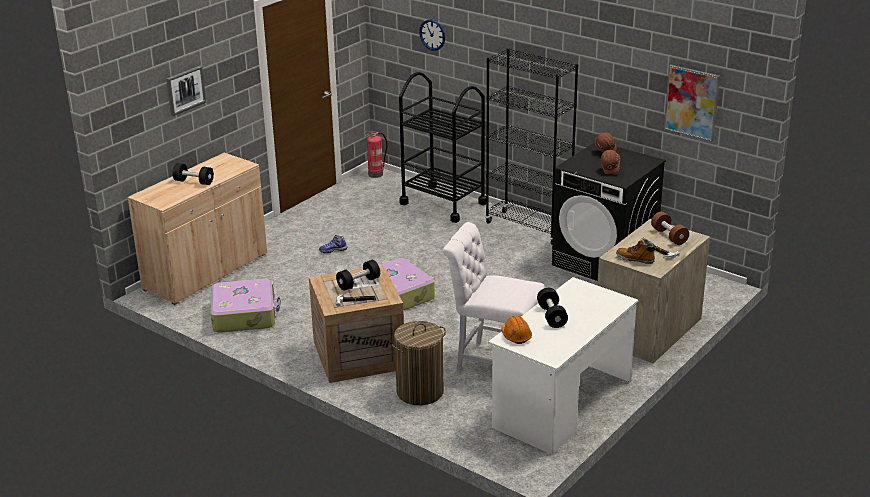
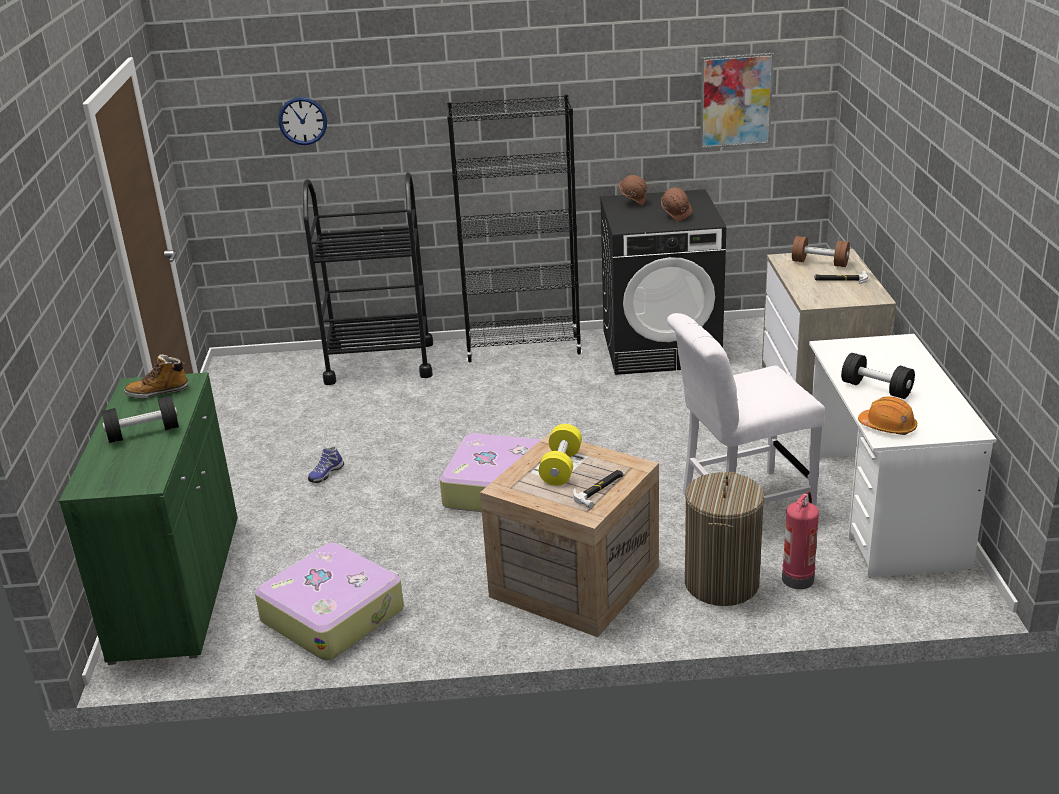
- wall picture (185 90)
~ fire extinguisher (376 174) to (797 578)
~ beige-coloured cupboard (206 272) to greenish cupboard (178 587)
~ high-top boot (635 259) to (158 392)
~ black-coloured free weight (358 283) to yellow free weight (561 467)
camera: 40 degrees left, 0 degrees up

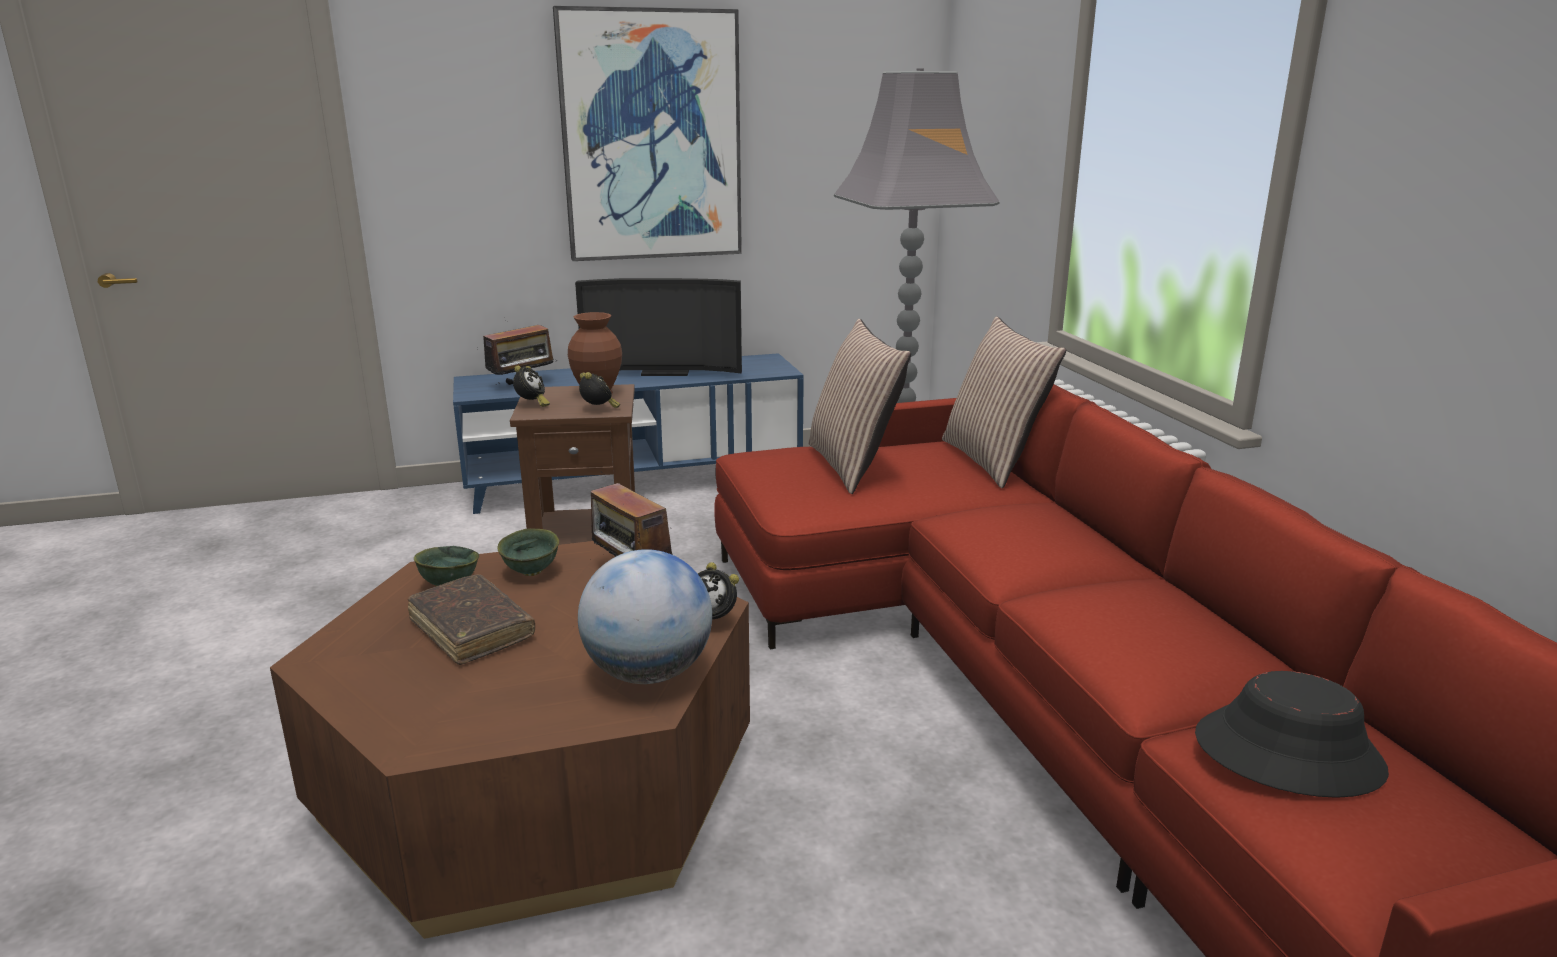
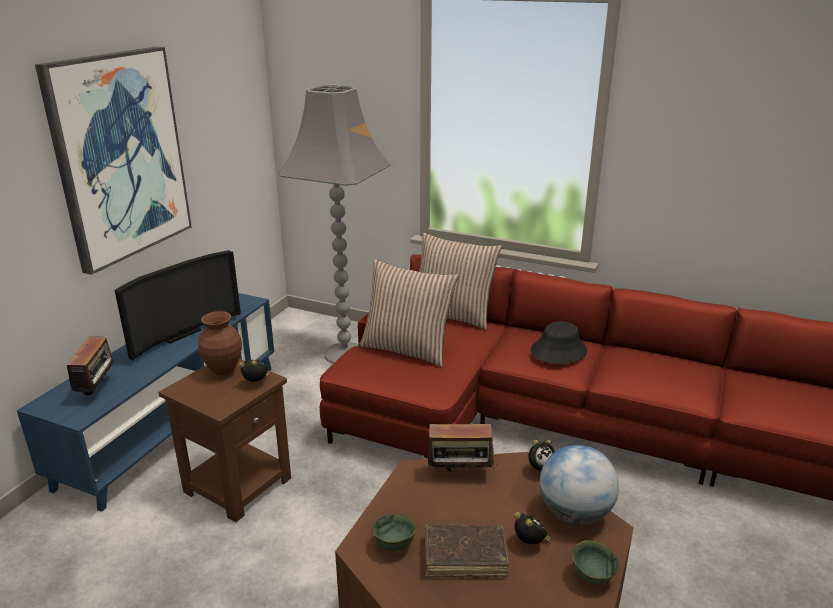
~ alarm clock (532 404) to (531 544)
~ greenish serving bowl (532 572) to (592 576)
~ black-coloured wearable hat (1288 753) to (558 351)
camera: 50 degrees left, 5 degrees up

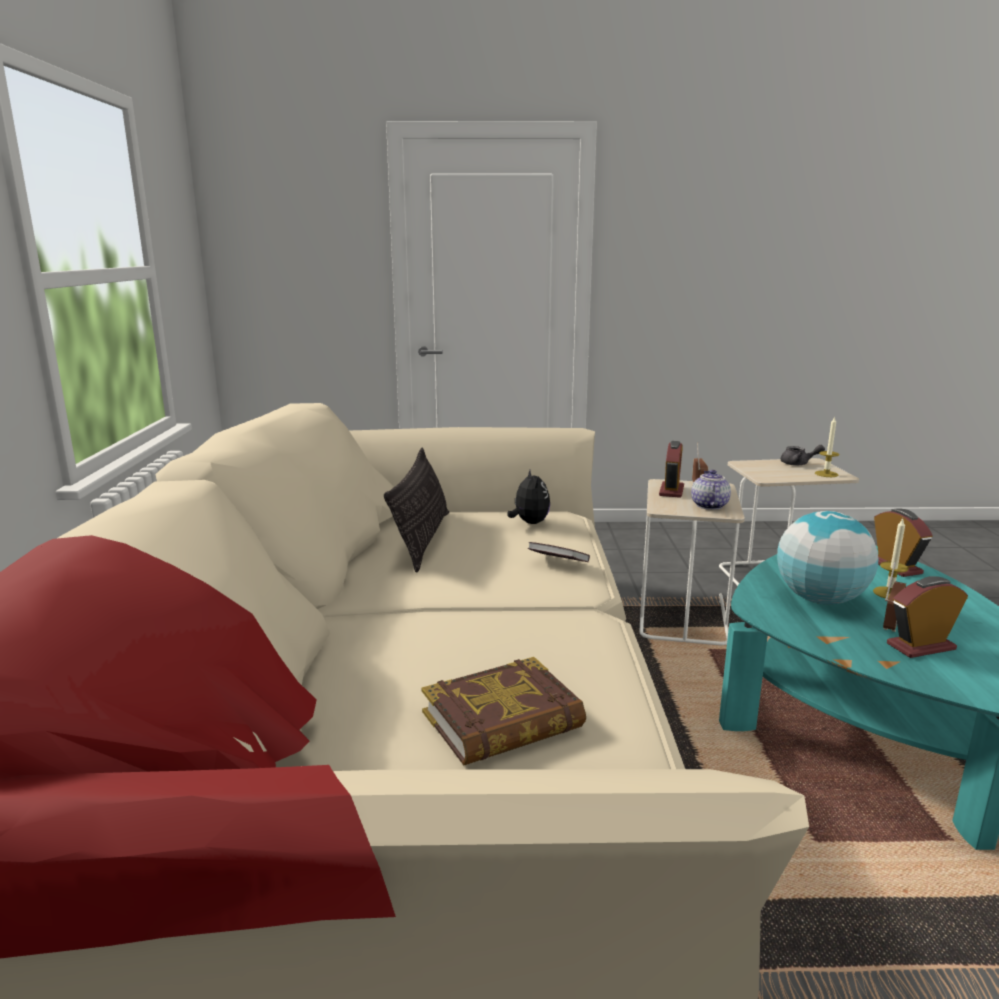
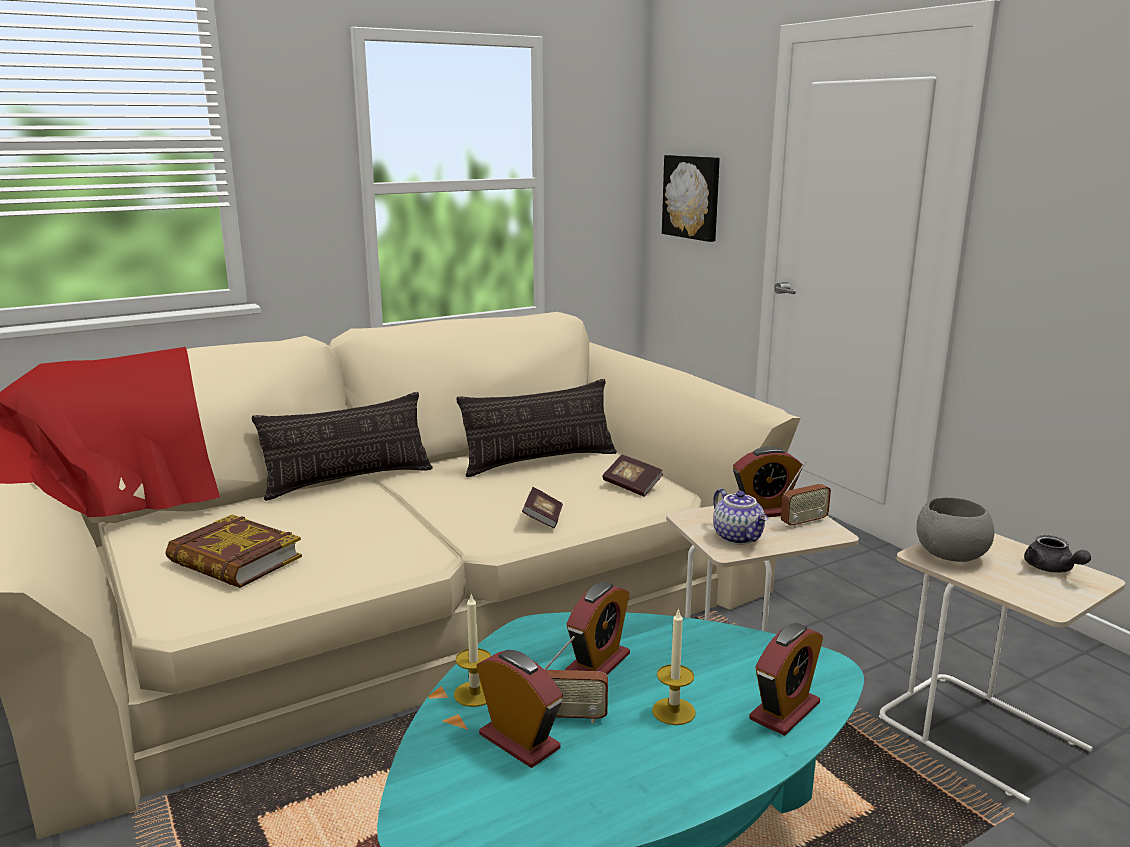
~ wax light (826 474) to (474 694)
~ plush toy (529 523) to book (632 486)
~ teapot (708 505) = (739 537) 90 degrees clockwise
~ desk globe (819 600) to alarm clock (598 664)
+ wall picture (692 197)
+ throw pillow (348 480)
+ greyish serving bowl (950 554)
camera: 60 degrees right, 0 degrees up

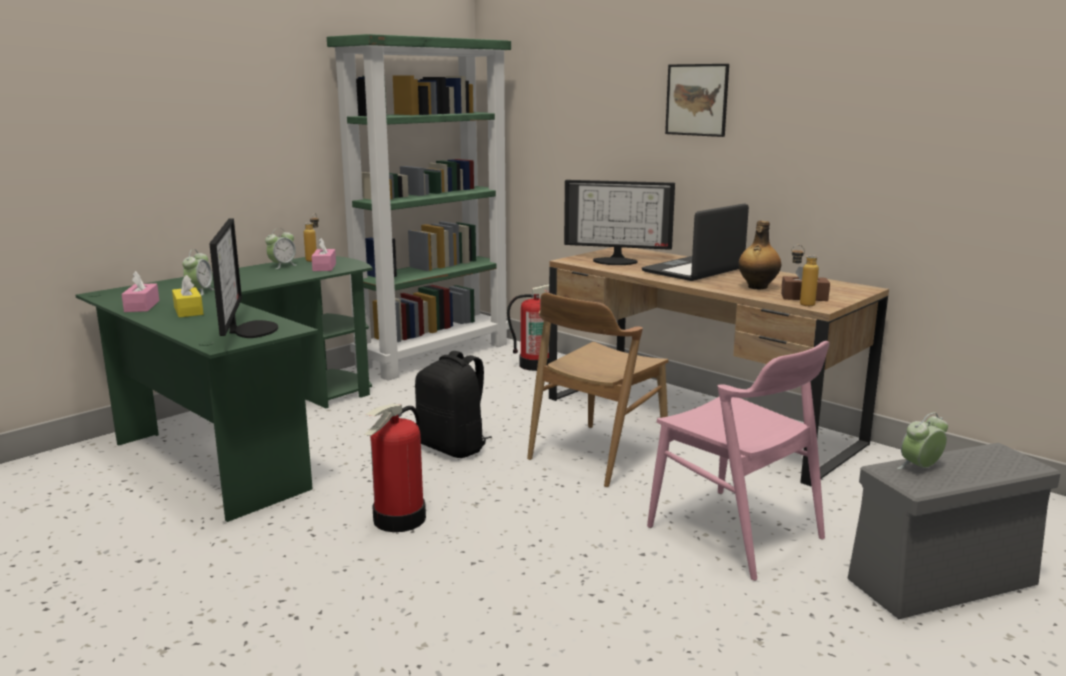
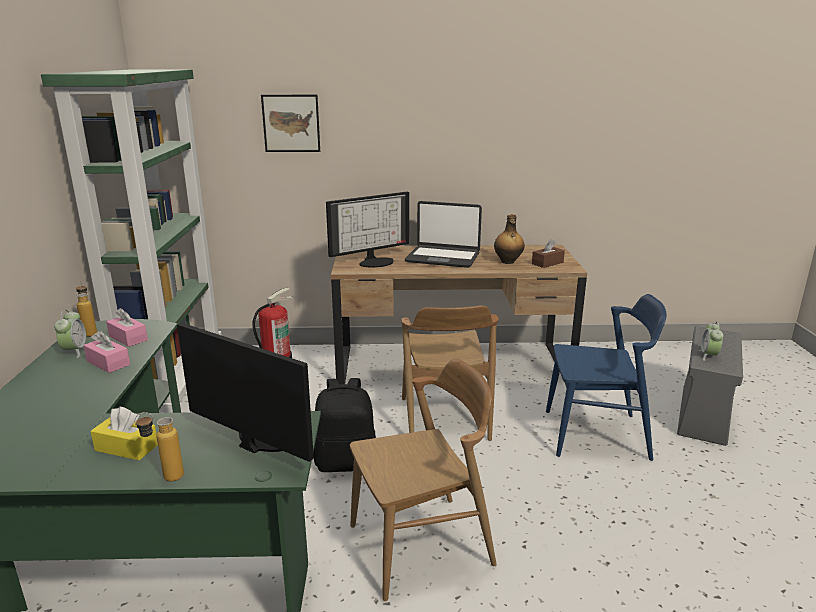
~ wall picture (697 100) to (291 123)
~ laptop (694 271) = (443 258) 75 degrees counterclockwise
~ drink bottle (800 304) to (165 478)
- alarm clock (200 292)
~ pink box of tissues (142 306) to (108 363)
~ pink plain chair (735 533) to blue plain chair (596 435)
~ fire extinguisher (400 519) to brown plain chair (421 545)
camera: 45 degrees left, 5 degrees up

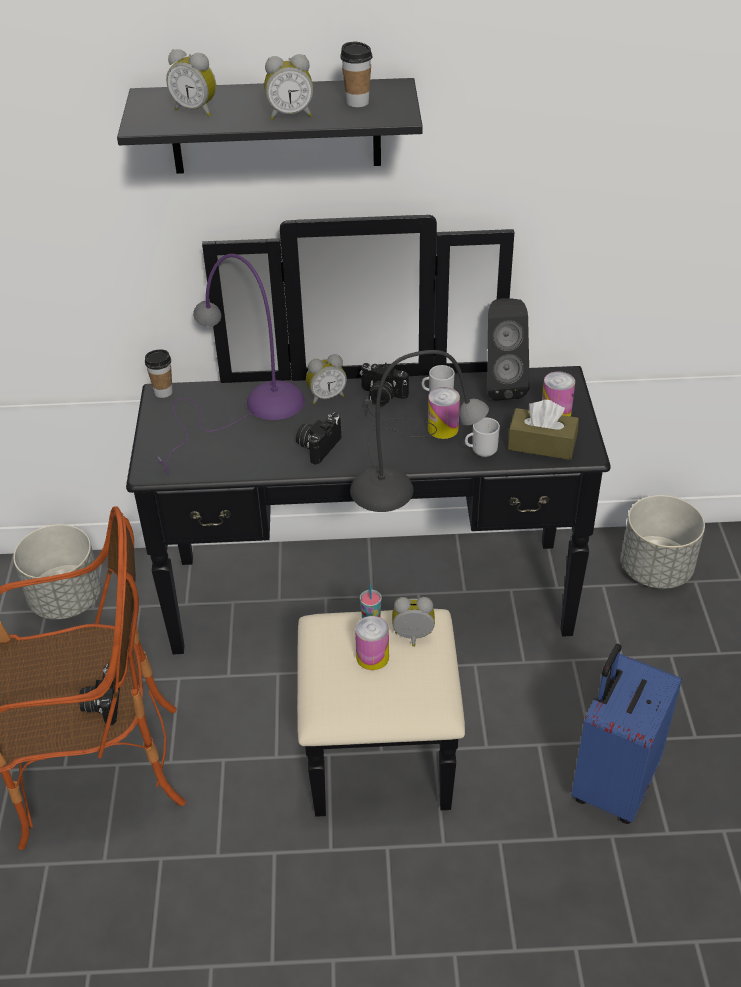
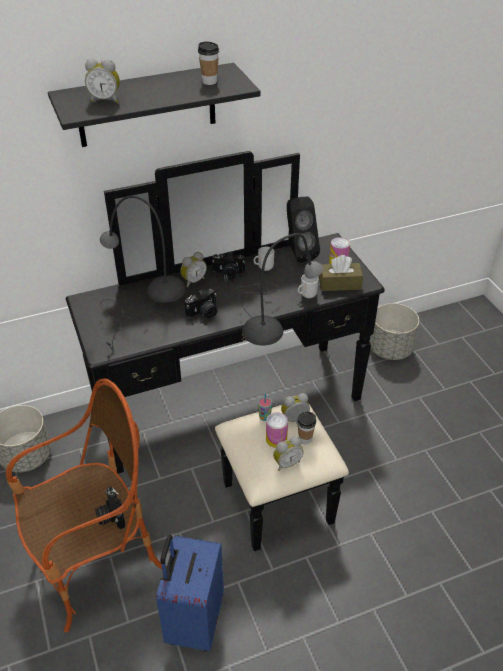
~ alarm clock (290 115) to (286 463)
~ purplish tabletop lamp (242 418) to greyish tabletop lamp (145 305)
~ drinking cup (163 392) to (305 439)
- can (443 429)
~ still camera (318 446) = (204 313) 135 degrees counterclockwise
~ blue travel case (612 783) to (193 621)
camera: 20 degrees left, 0 degrees up

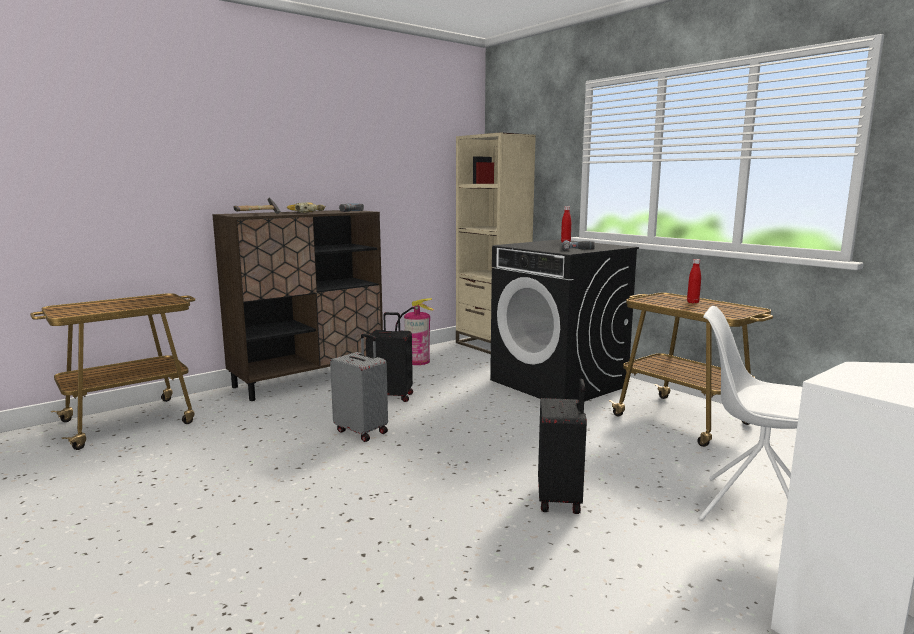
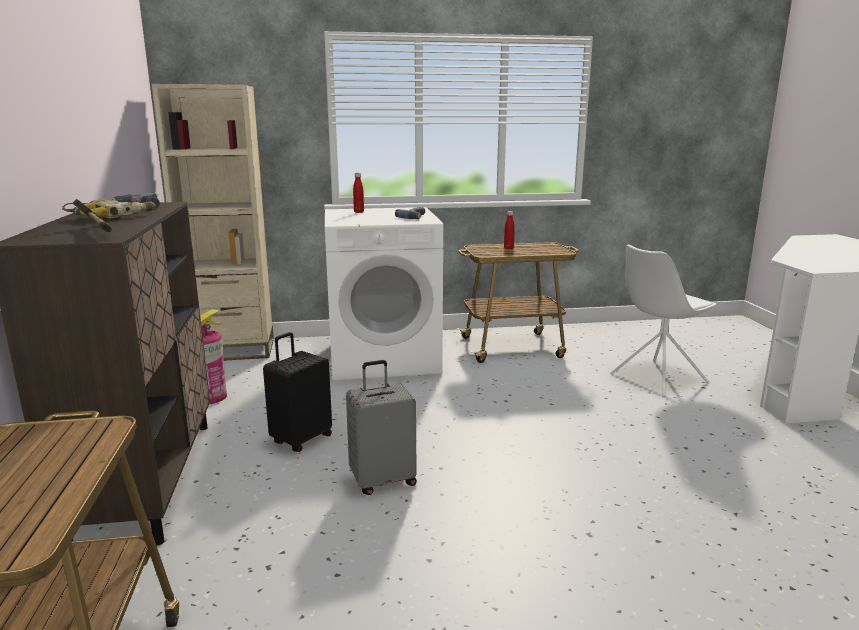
~ black-coloured laundry appliance (559 383) to white laundry appliance (384 358)
- black-coloured travel case (561 499)
camera: 60 degrees left, 5 degrees up

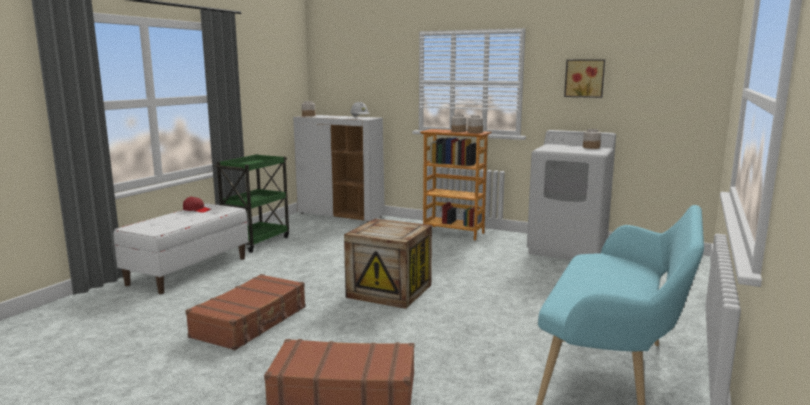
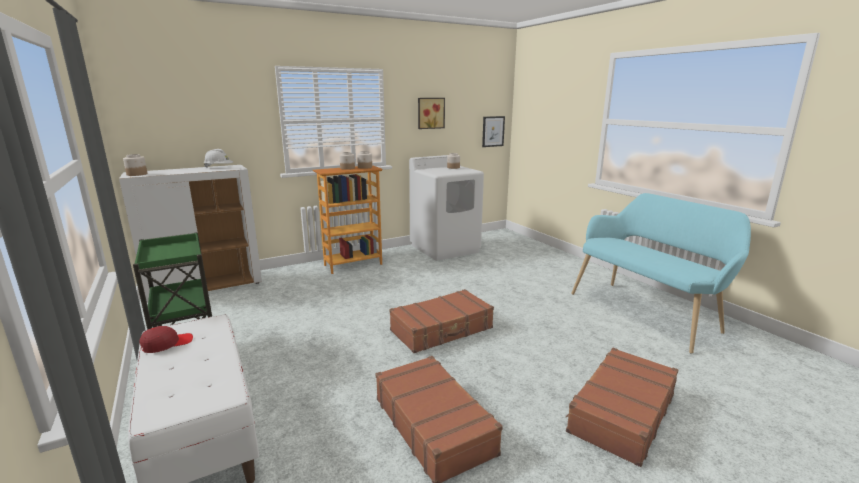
~ packing crate (389 291) to brown travel case (442 330)
+ wall picture (493 131)
camera: 55 degrees left, 5 degrees up

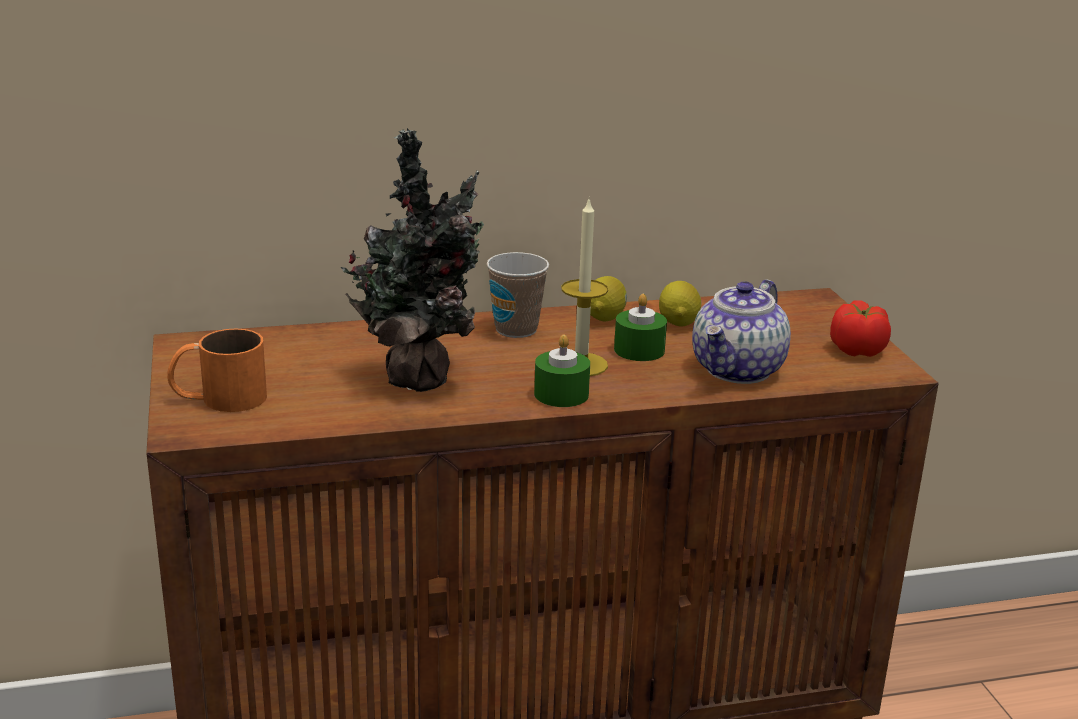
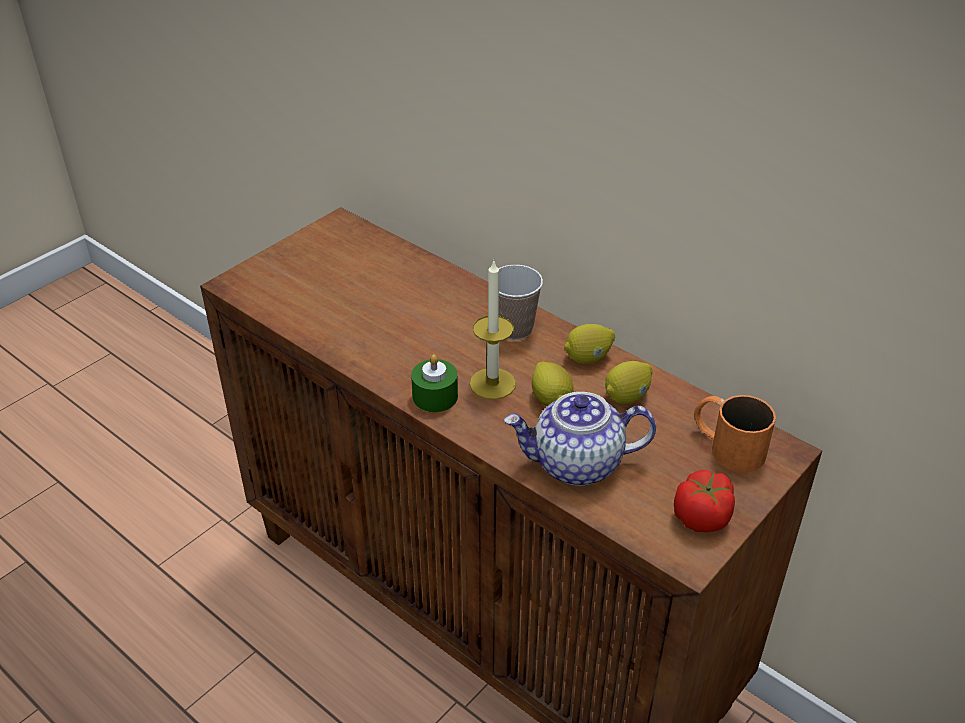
- plant in a pot (419 377)
~ greenish wax light (639 350) to lemon (551 399)
~ orange-coloured mug (218 398) to (726 445)
camera: 55 degrees right, 15 degrees up

